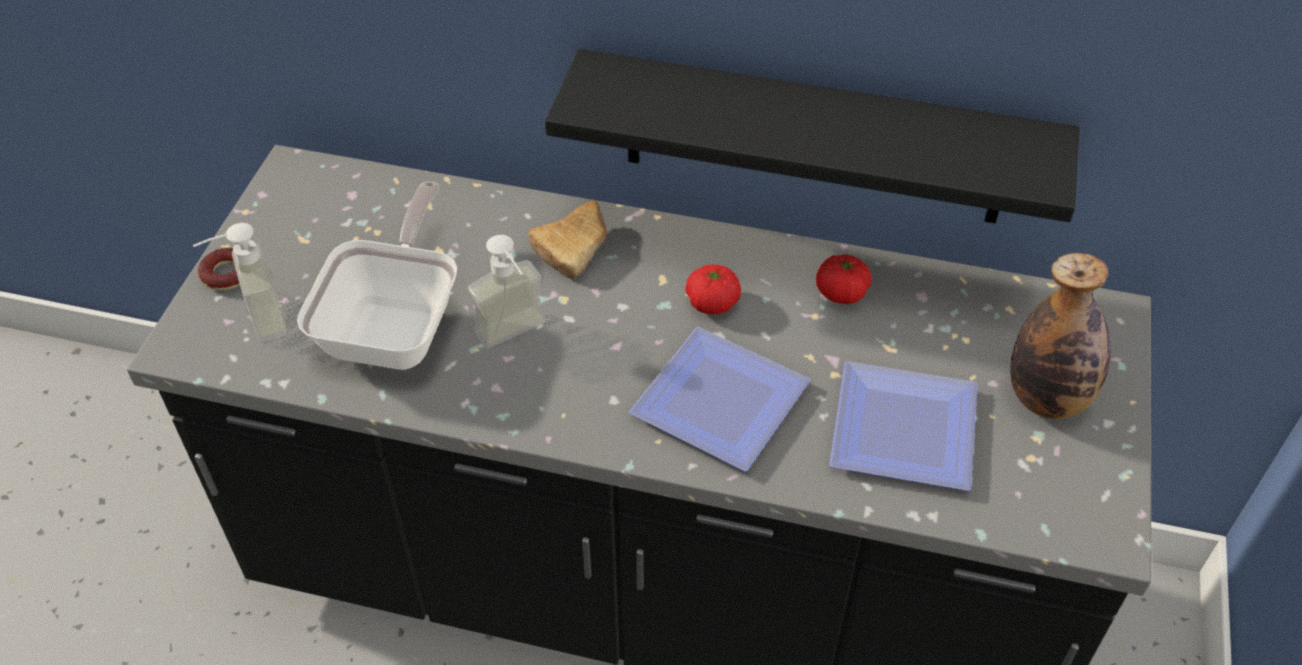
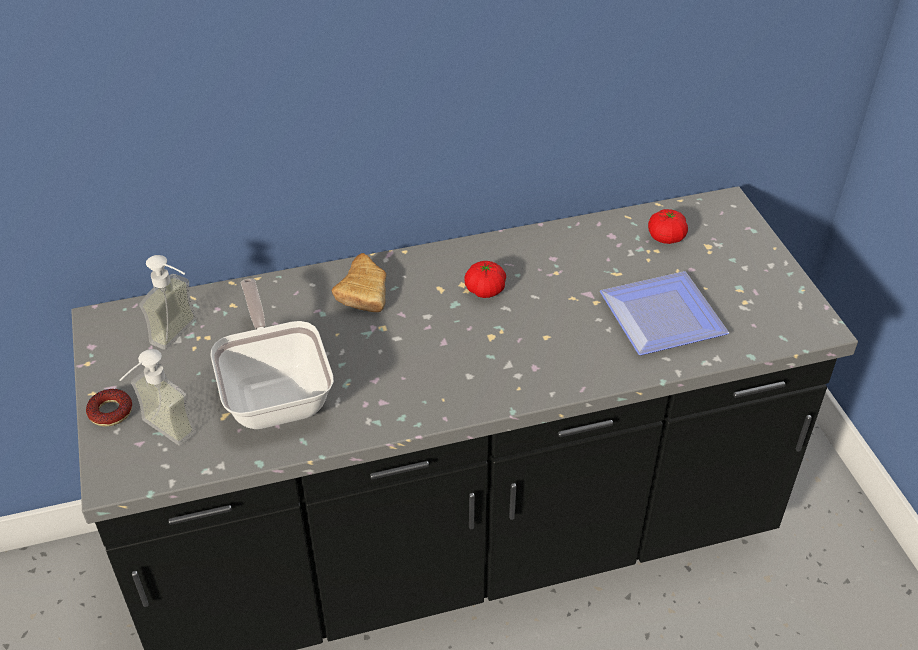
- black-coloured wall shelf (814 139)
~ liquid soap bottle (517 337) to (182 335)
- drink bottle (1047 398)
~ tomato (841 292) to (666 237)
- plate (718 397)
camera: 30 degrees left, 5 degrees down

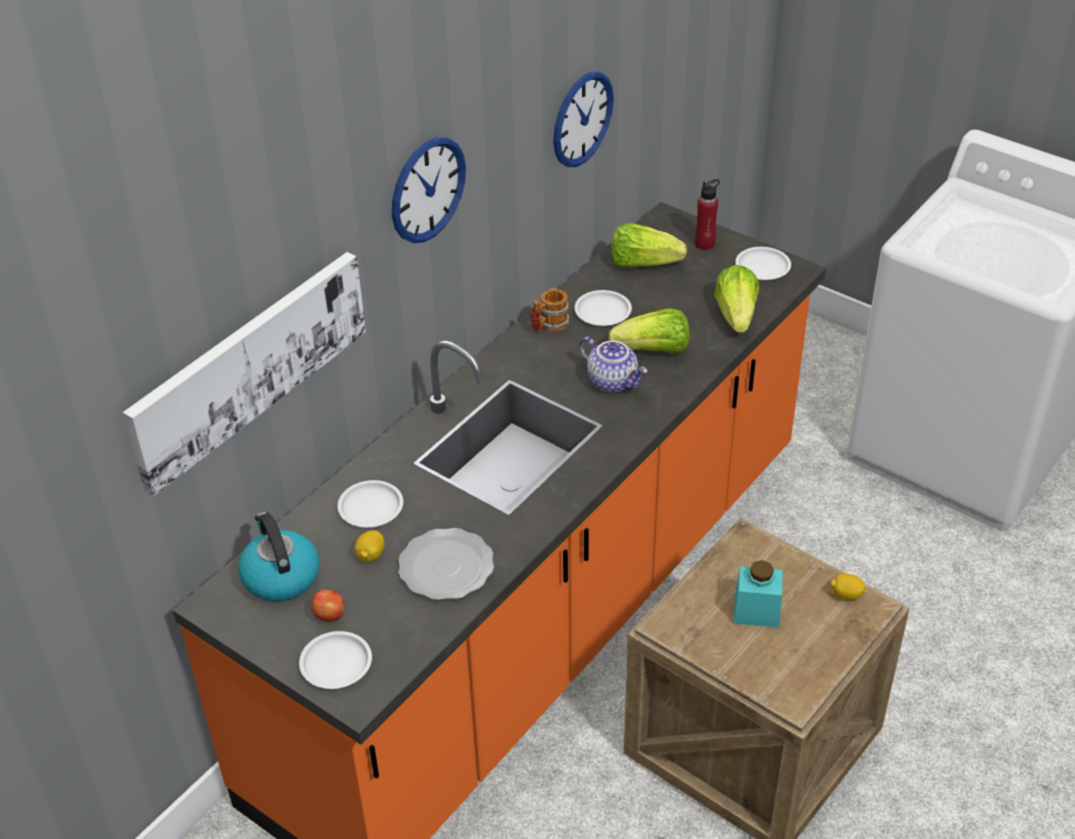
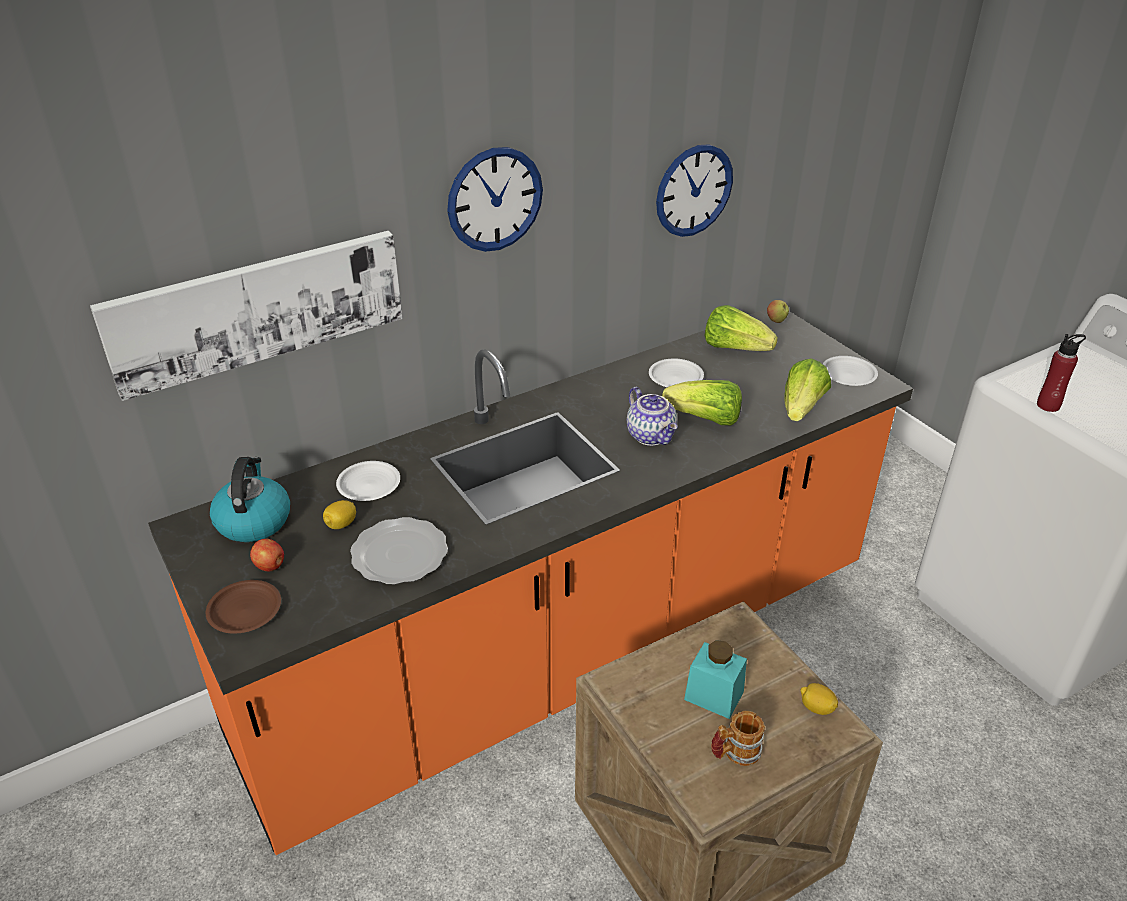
~ red drink bottle (705 244) to (1048 405)
~ mug (549 326) to (735 753)
~ white plate (337 663) to brown plate (245 611)
+ apple (776 321)
camera: 20 degrees right, 5 degrees down

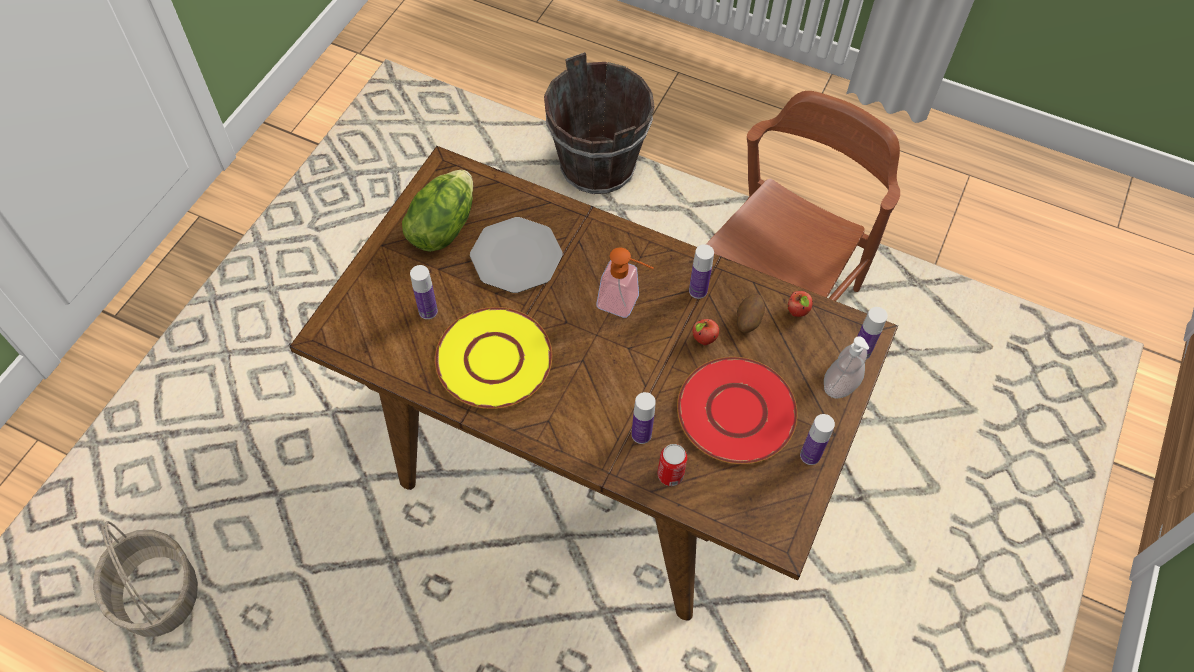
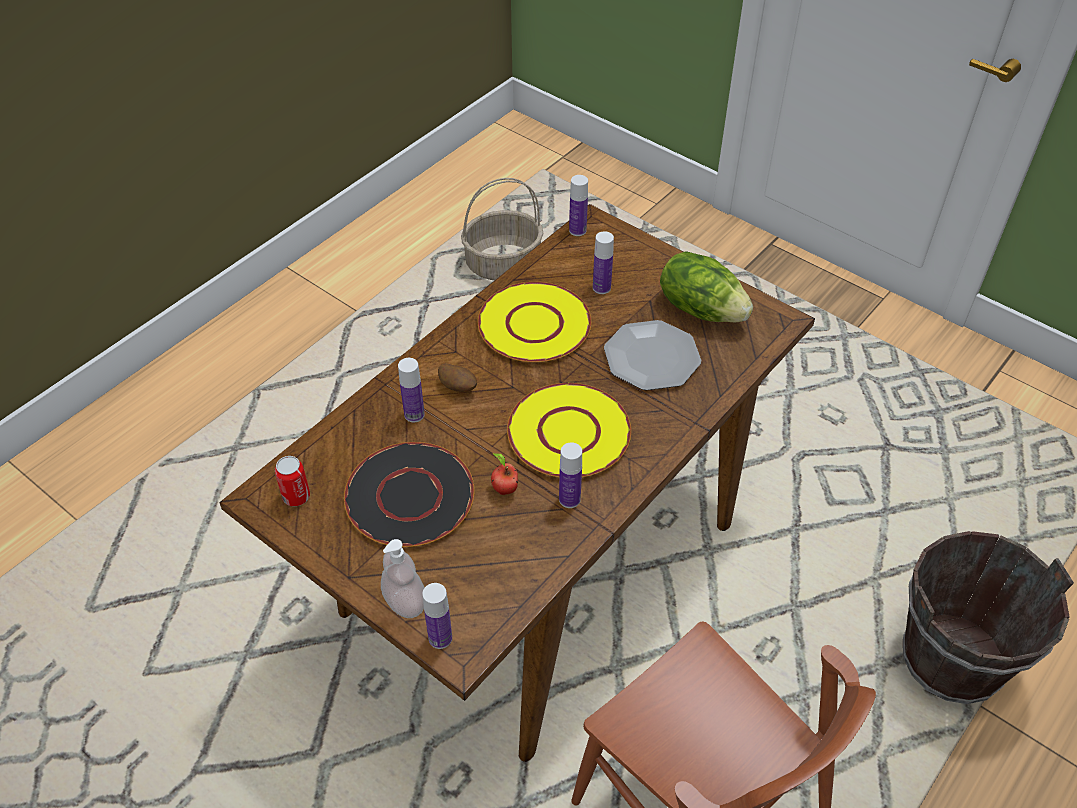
~ liquid soap bottle (625 304) to yellow plate (569 432)
- apple (797 313)
~ whole potato (748 320) to (458 387)
~ red plate (737 411) to black-coloured plate (410 497)
~ drink bottle (810 455) to (577 230)
~ can (670 474) to (296 496)
camera: 105 degrees right, 10 degrees down

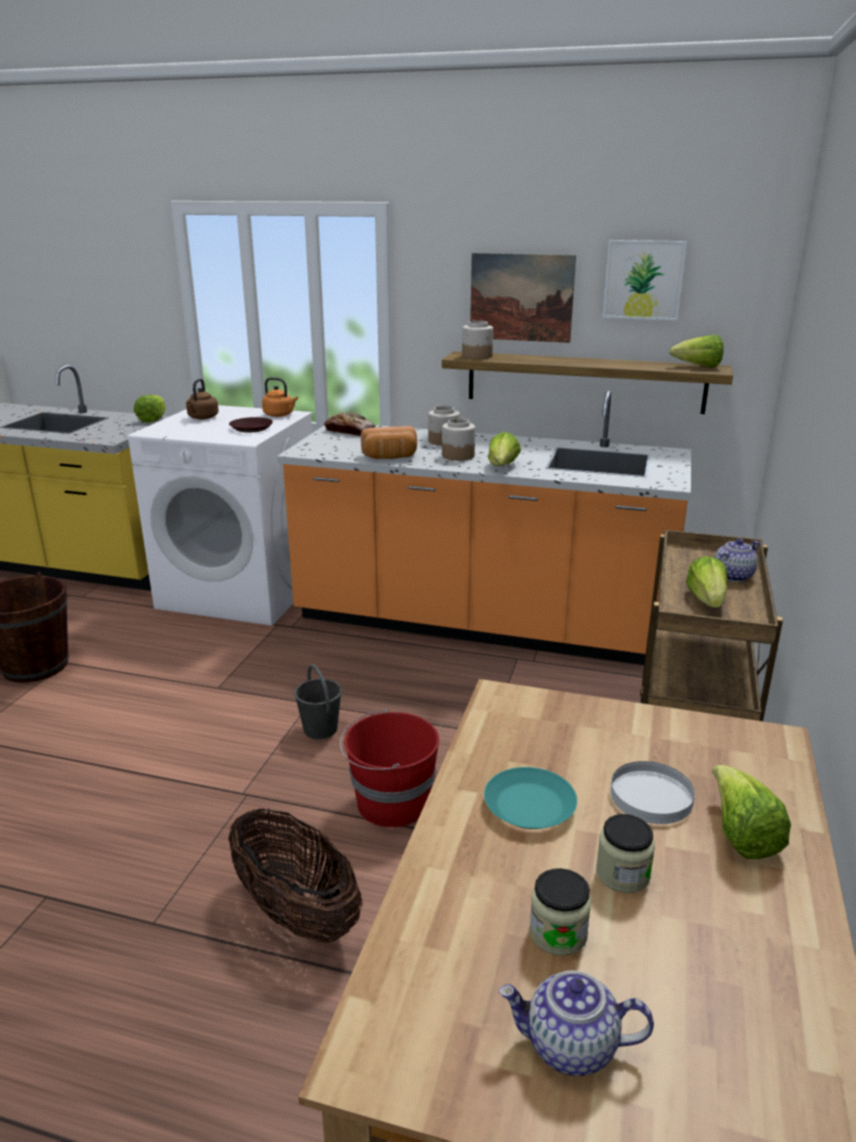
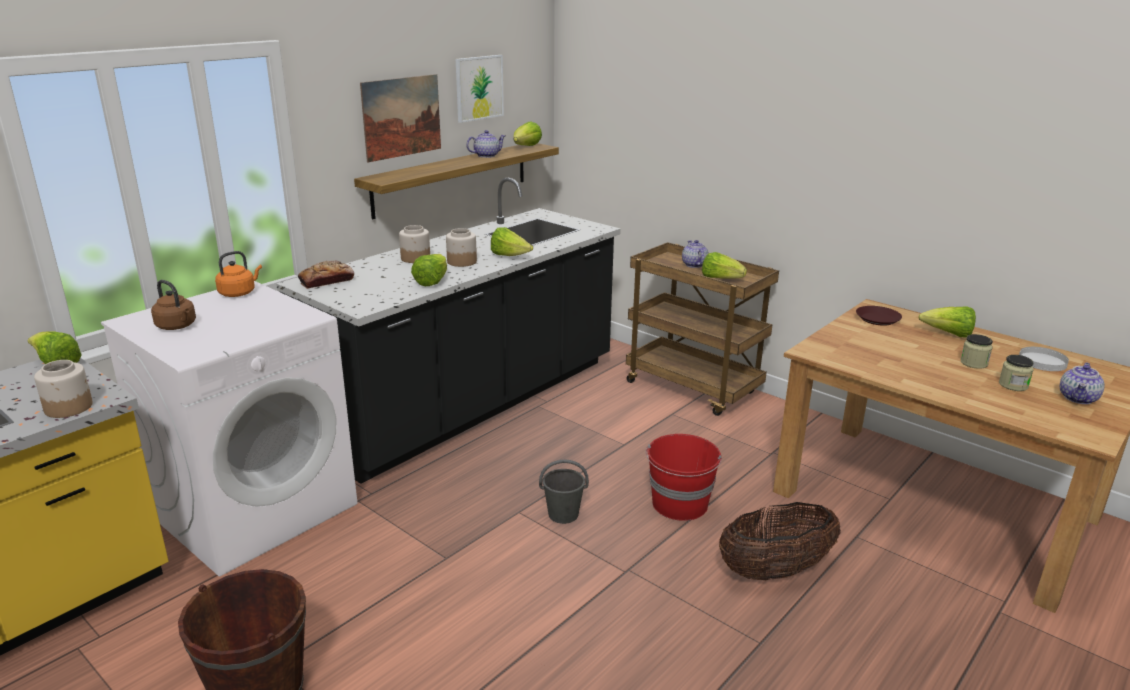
~ jar (477 356) to (69 407)
~ orange-coloured counter (481 623) to black-coloured counter (471 404)
~ brown plate (251 428) to (878 319)
~ baked bread (390 457) to head of lettuce (432 281)
~ white plate (651 796) to (1042 361)
- blue-green plate (529 806)
+ teapot (486 155)
camera: 65 degrees left, 0 degrees up

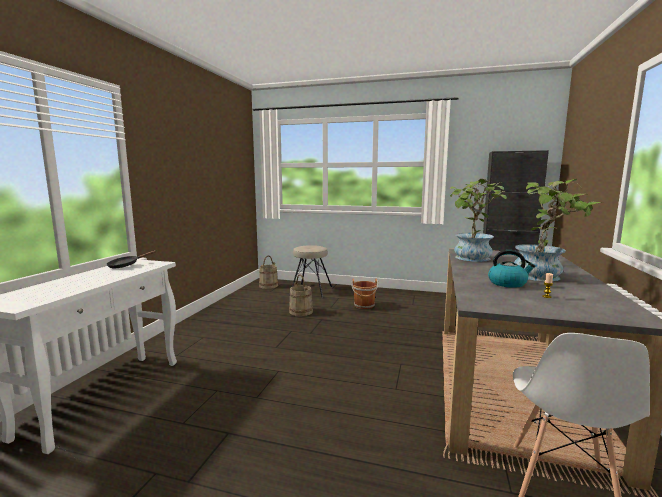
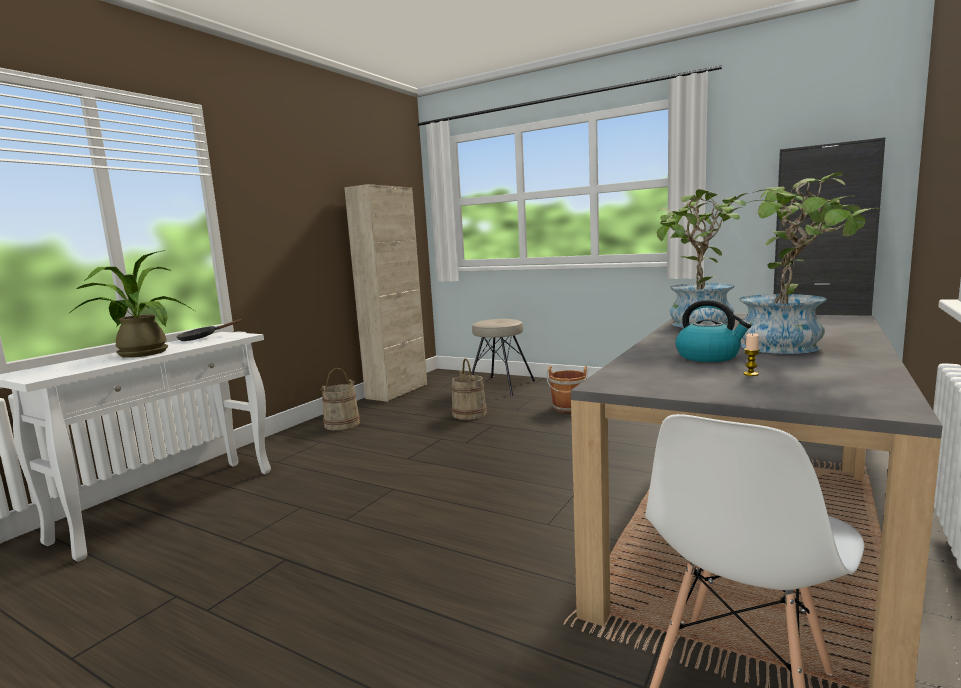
~ beige-coloured water bucket (268 285) to (342 424)
+ beige-coloured cupboard (397 391)
+ plant in a pot (139 353)
camera: 15 degrees right, 0 degrees up

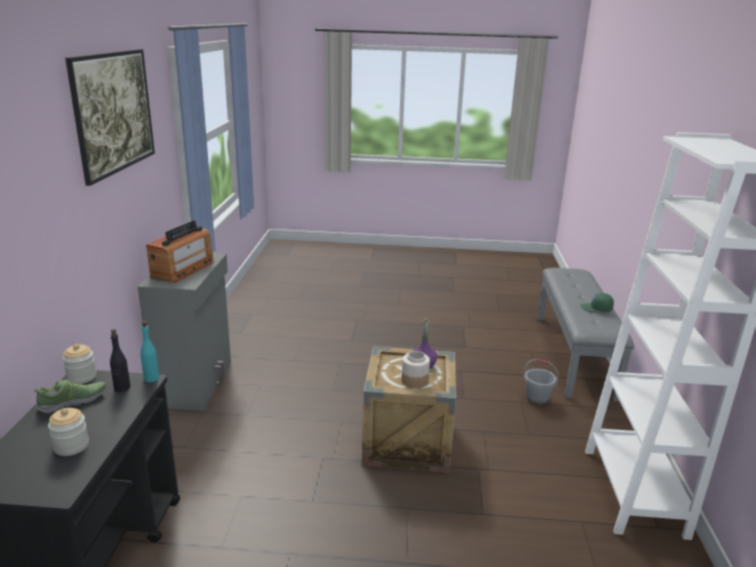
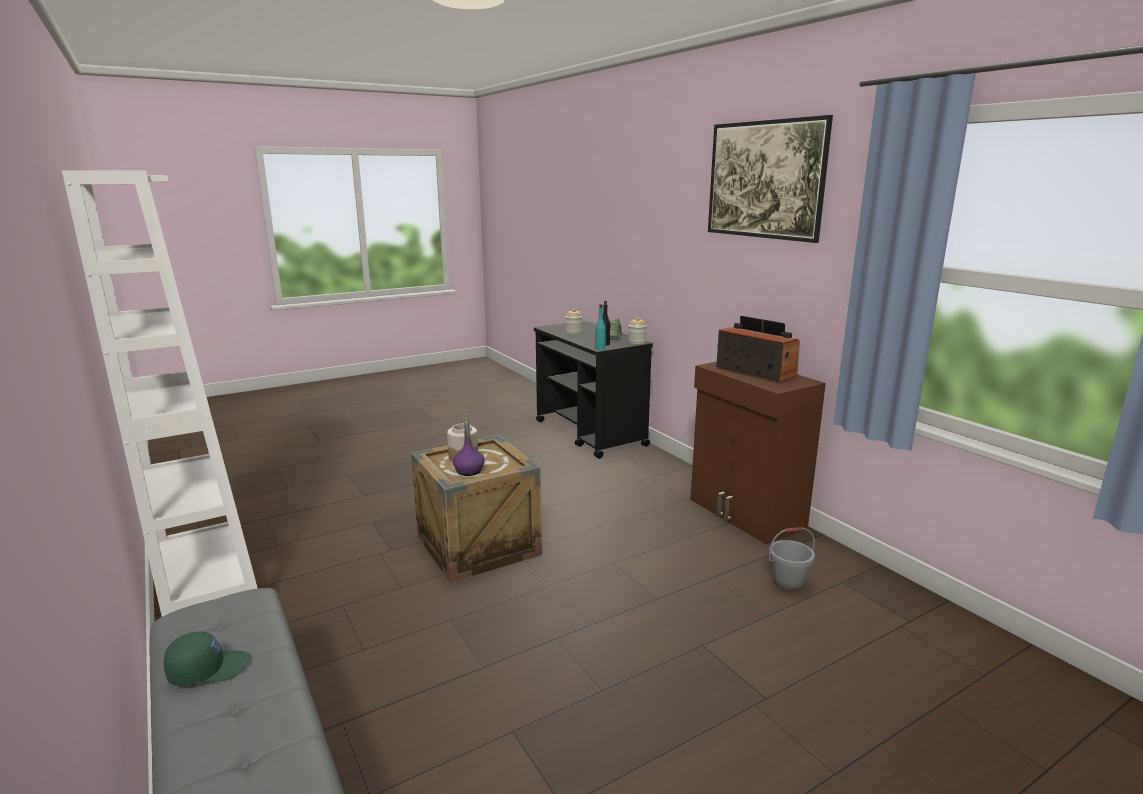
~ radio set (183 269) = (756 372) 150 degrees clockwise
~ greyish cupboard (196 383) to brown cupboard (745 514)
~ greyish water bucket (537 398) to (788 583)
camera: 145 degrees right, 5 degrees down

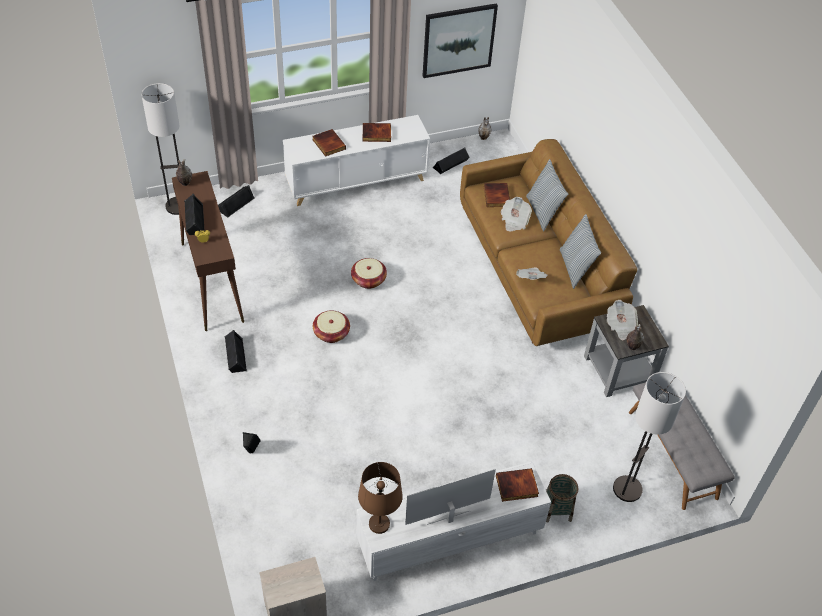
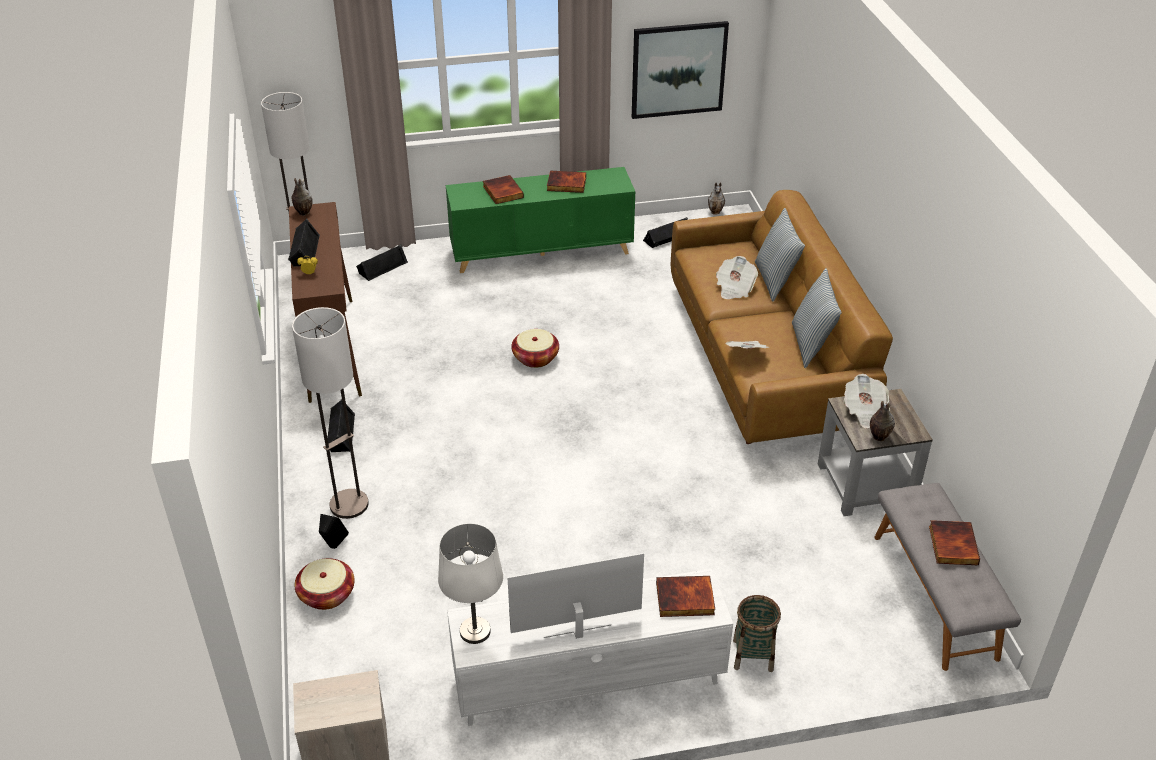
~ white cupboard (357 182) to greenish cupboard (542 251)
~ book (496 196) to (952 545)
~ basket (331 333) to (327 594)
~ standing lamp (627 489) to (349 504)
~ brown tabletop lamp (379 524) to white tabletop lamp (474 631)
camera: 10 degrees right, 10 degrees down

